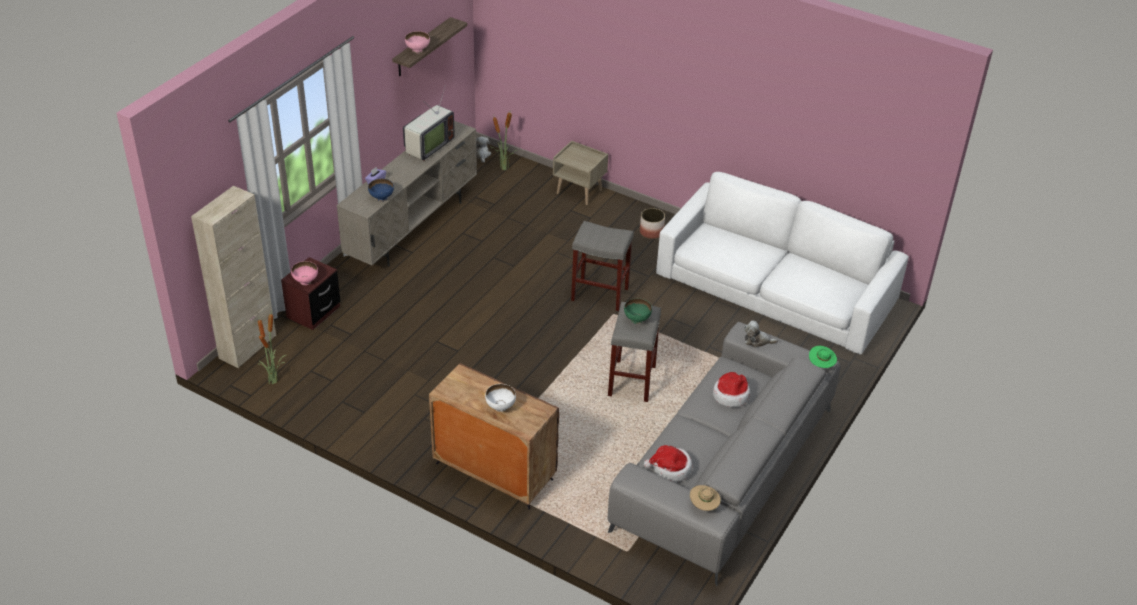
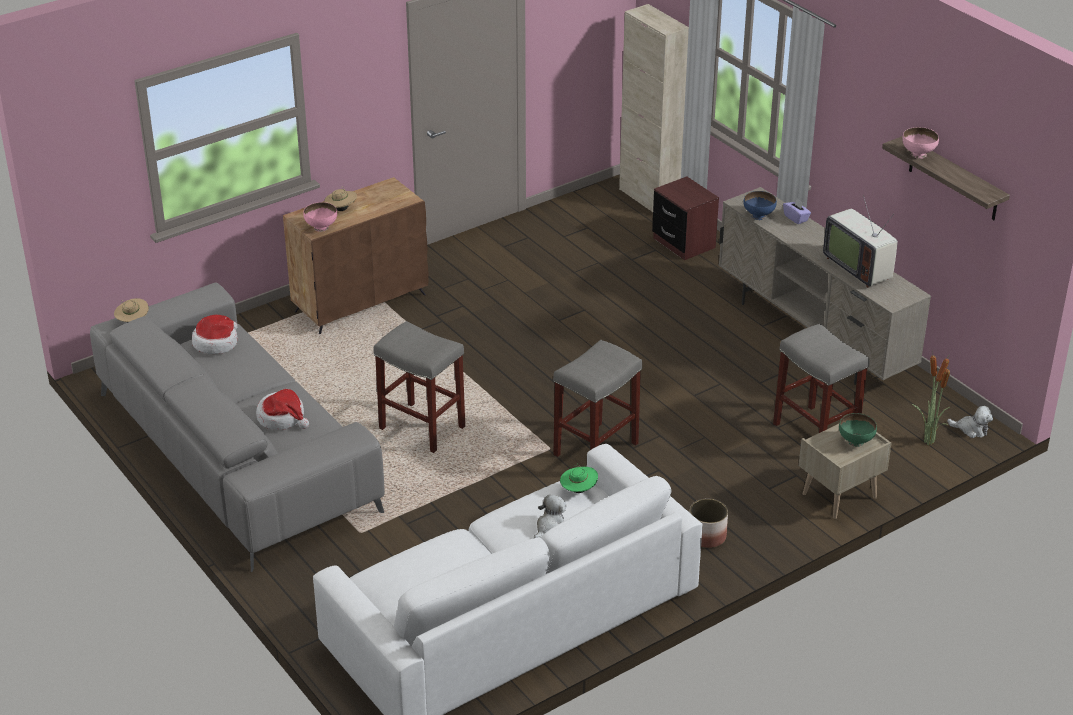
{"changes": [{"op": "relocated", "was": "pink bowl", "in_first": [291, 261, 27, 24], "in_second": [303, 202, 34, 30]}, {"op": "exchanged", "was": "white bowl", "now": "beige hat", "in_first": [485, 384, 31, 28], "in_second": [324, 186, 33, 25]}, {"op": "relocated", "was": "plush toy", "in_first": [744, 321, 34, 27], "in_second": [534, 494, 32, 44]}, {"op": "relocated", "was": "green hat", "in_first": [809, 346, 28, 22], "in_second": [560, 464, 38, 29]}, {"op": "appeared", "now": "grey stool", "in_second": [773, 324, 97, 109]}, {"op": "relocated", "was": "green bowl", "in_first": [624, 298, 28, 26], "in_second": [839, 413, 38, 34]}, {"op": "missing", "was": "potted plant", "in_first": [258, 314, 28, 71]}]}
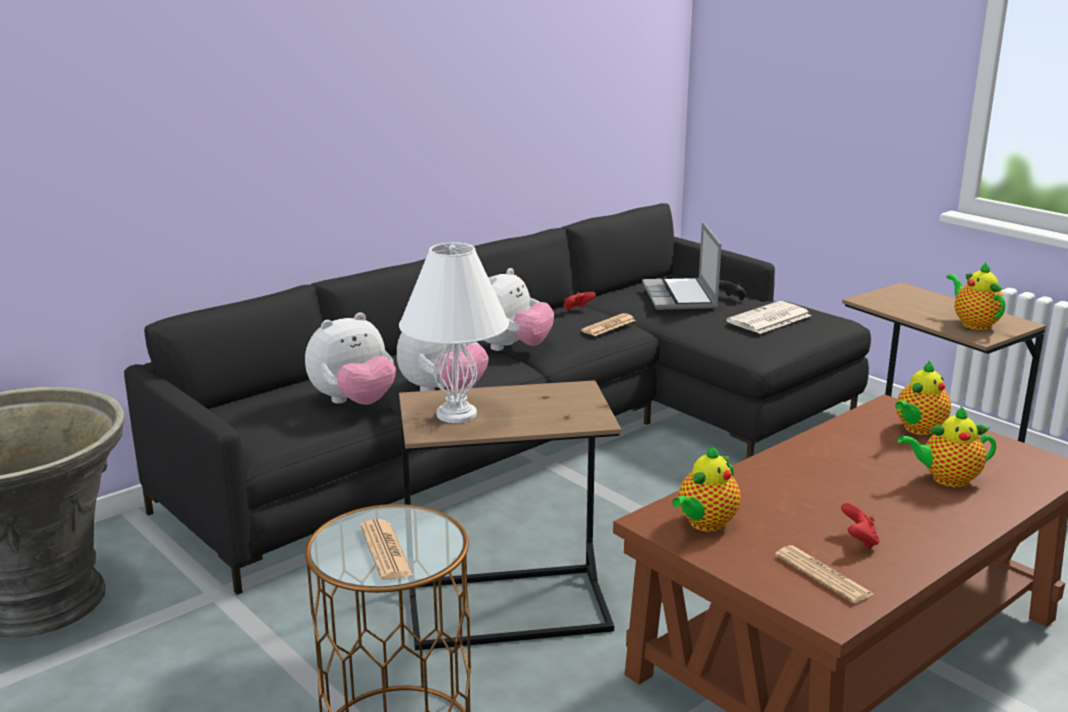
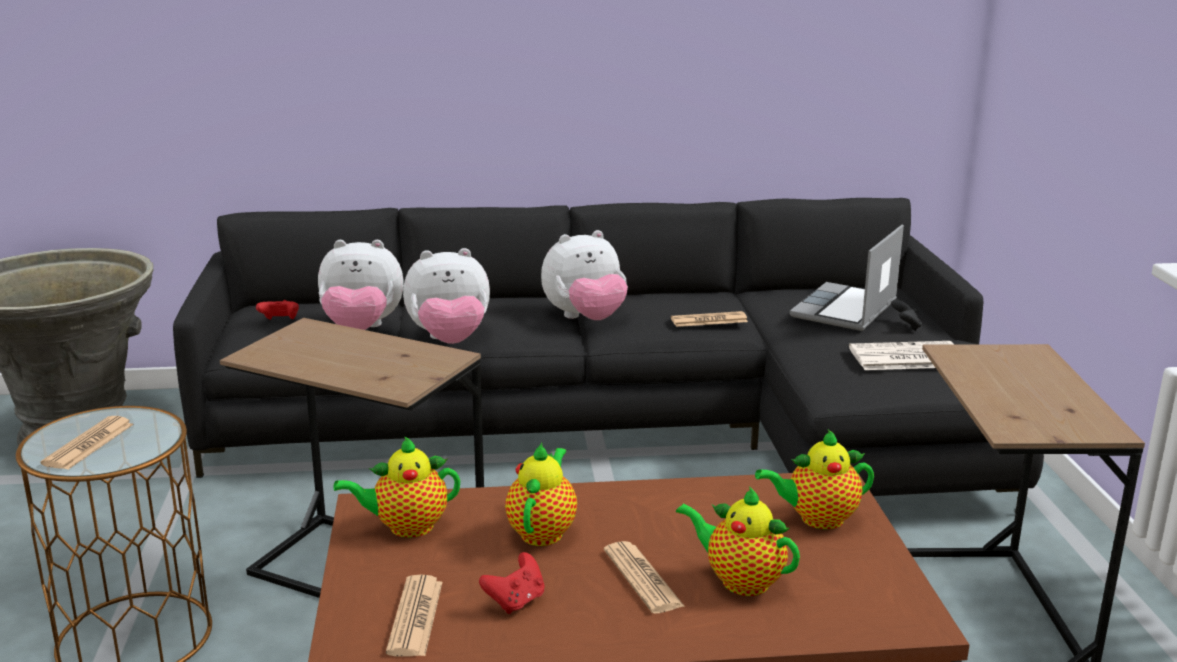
{"changes": [{"op": "relocated", "was": "red game controller", "in_first": [564, 292, 32, 19], "in_second": [256, 300, 43, 20]}, {"op": "relocated", "was": "teapot", "in_first": [947, 261, 58, 69], "in_second": [505, 443, 72, 103]}, {"op": "appeared", "now": "newspaper", "in_second": [604, 541, 81, 73]}, {"op": "missing", "was": "white table lamp", "in_first": [399, 243, 110, 180]}]}
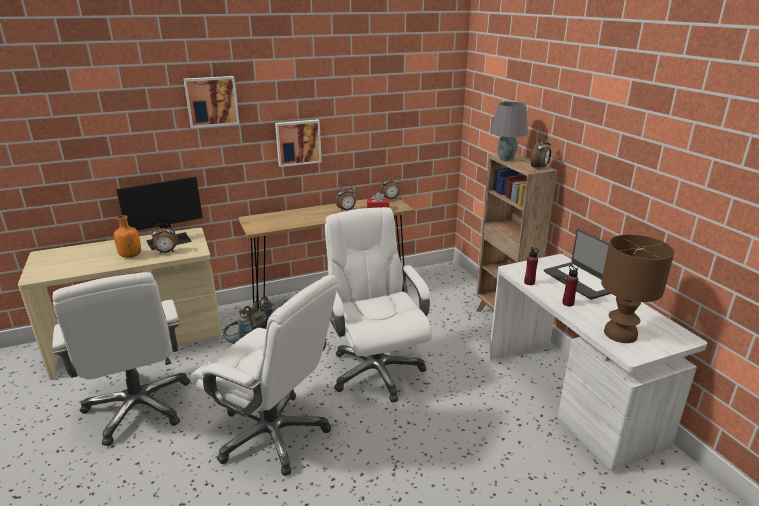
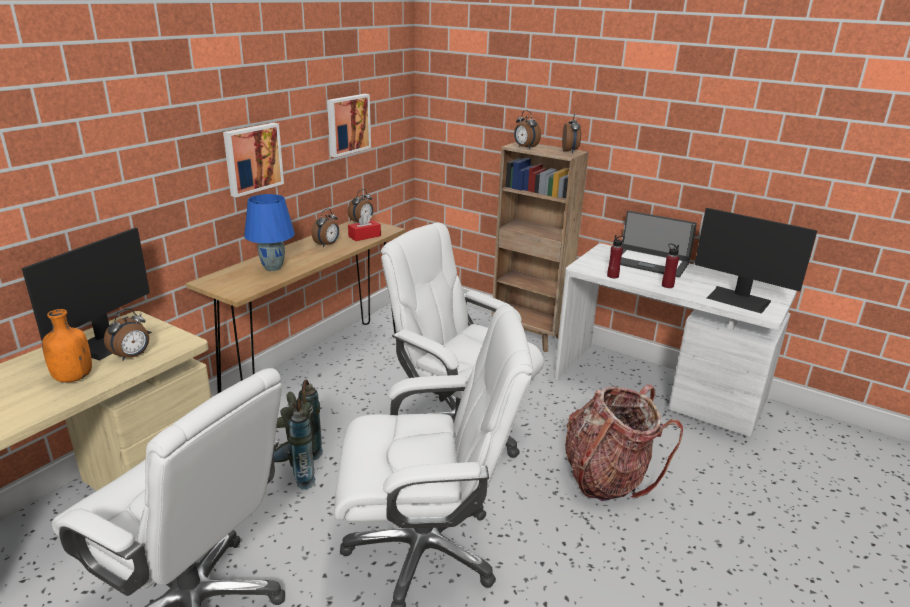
{"changes": [{"op": "appeared", "now": "blue table lamp", "in_second": [244, 194, 51, 77]}, {"op": "relocated", "was": "picture", "in_first": [184, 76, 55, 52], "in_second": [327, 94, 44, 63]}, {"op": "exchanged", "was": "grey table lamp", "now": "alarm clock", "in_first": [490, 102, 38, 59], "in_second": [514, 110, 27, 39]}, {"op": "appeared", "now": "backpack", "in_second": [565, 384, 118, 117]}, {"op": "exchanged", "was": "brown table lamp", "now": "monitor", "in_first": [601, 235, 73, 108], "in_second": [695, 208, 122, 106]}]}
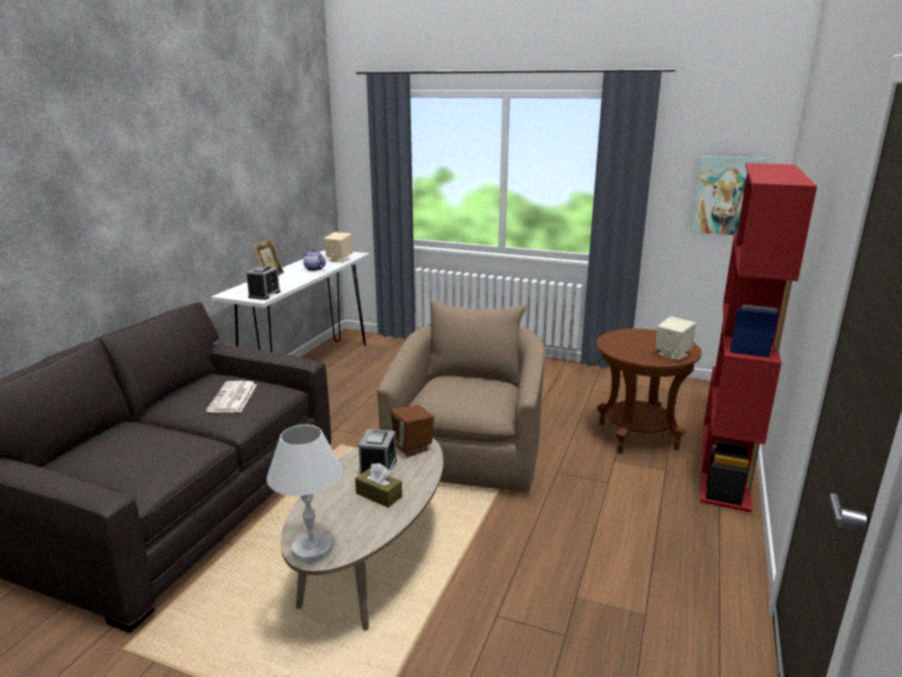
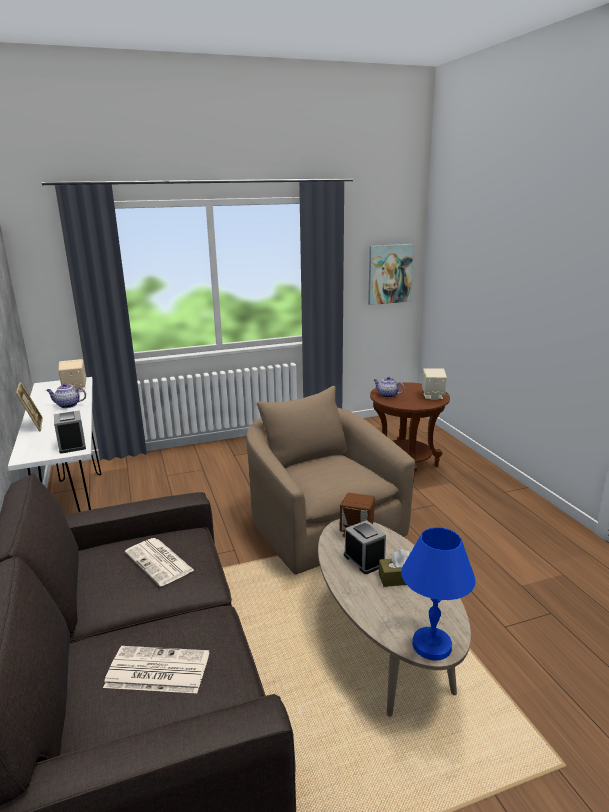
{"changes": [{"op": "appeared", "now": "newspaper", "in_second": [103, 646, 106, 48]}, {"op": "appeared", "now": "teapot", "in_second": [374, 377, 31, 21]}, {"op": "colour", "was": "white table lamp", "now": "blue table lamp", "in_first": [267, 425, 76, 138], "in_second": [401, 527, 74, 134]}, {"op": "missing", "was": "red bookcase", "in_first": [700, 163, 117, 350]}]}
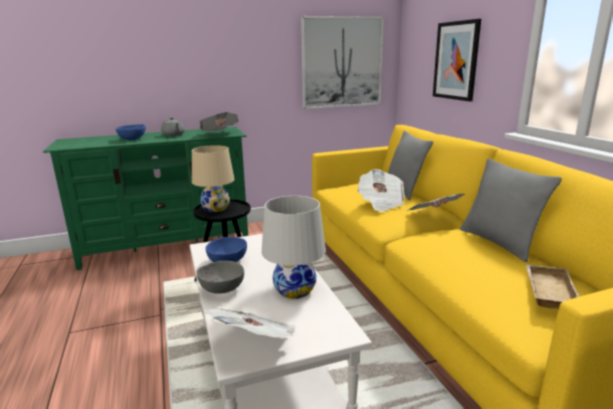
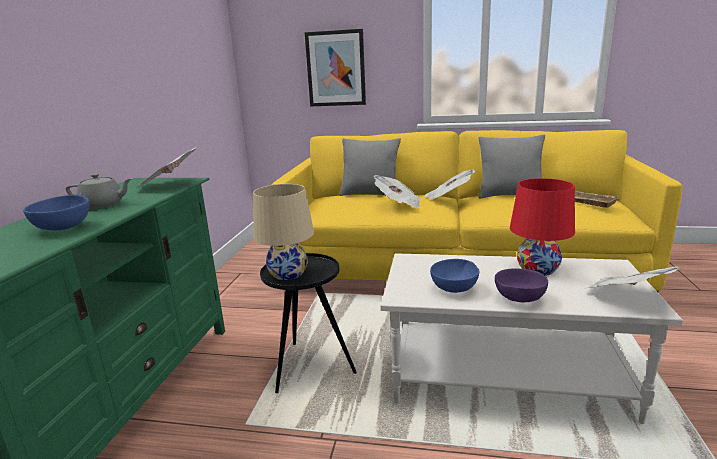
{"changes": [{"op": "colour", "was": "grey bowl", "now": "purple bowl", "in_first": [197, 261, 47, 33], "in_second": [495, 268, 53, 34]}, {"op": "colour", "was": "white table lamp", "now": "red table lamp", "in_first": [262, 196, 64, 103], "in_second": [510, 178, 65, 98]}, {"op": "missing", "was": "picture", "in_first": [301, 16, 83, 93]}]}
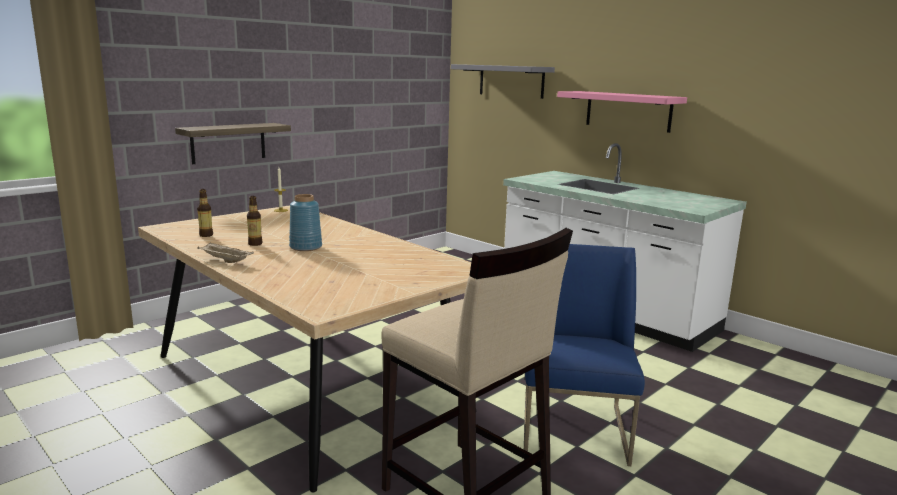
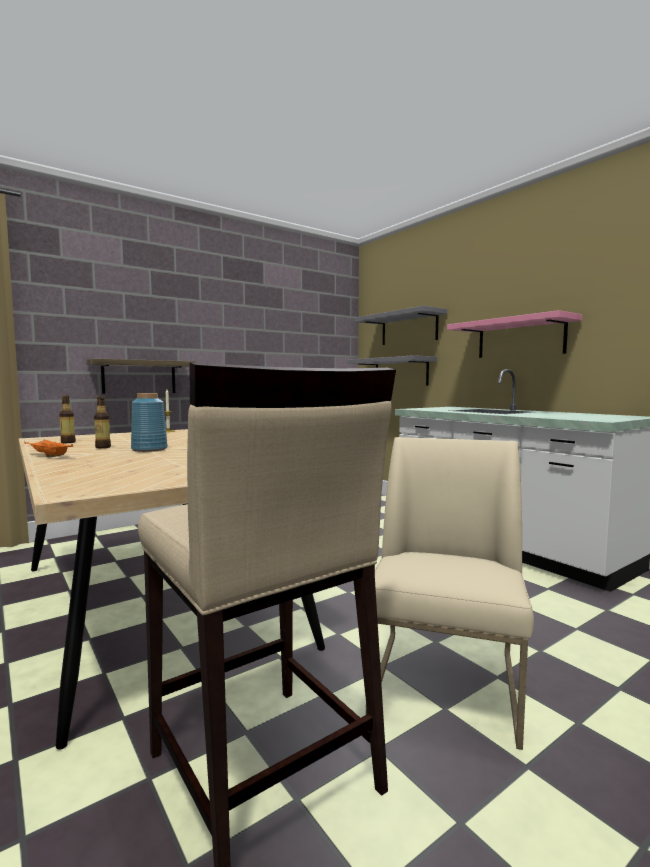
{"changes": [{"op": "colour", "was": "beige tray", "now": "orange tray", "in_first": [197, 243, 57, 20], "in_second": [24, 439, 49, 18]}, {"op": "appeared", "now": "grey shelf", "in_second": [348, 355, 89, 30]}, {"op": "colour", "was": "blue chair", "now": "beige chair", "in_first": [524, 244, 121, 222], "in_second": [366, 437, 168, 313]}]}
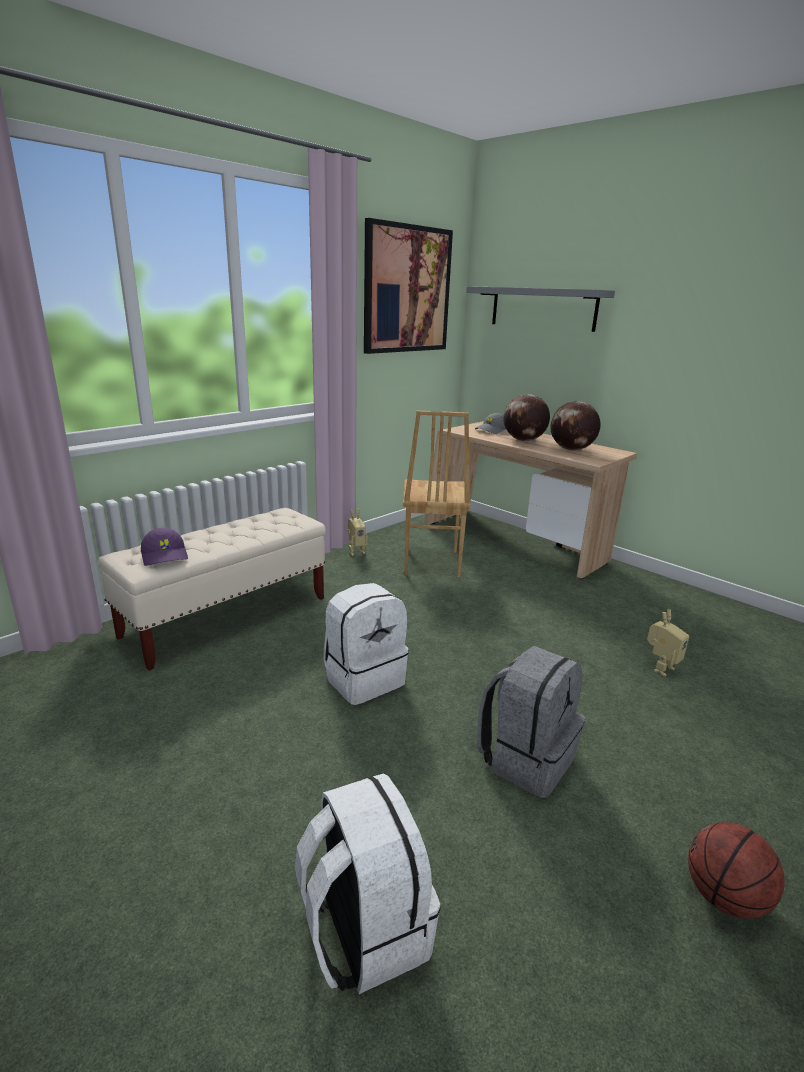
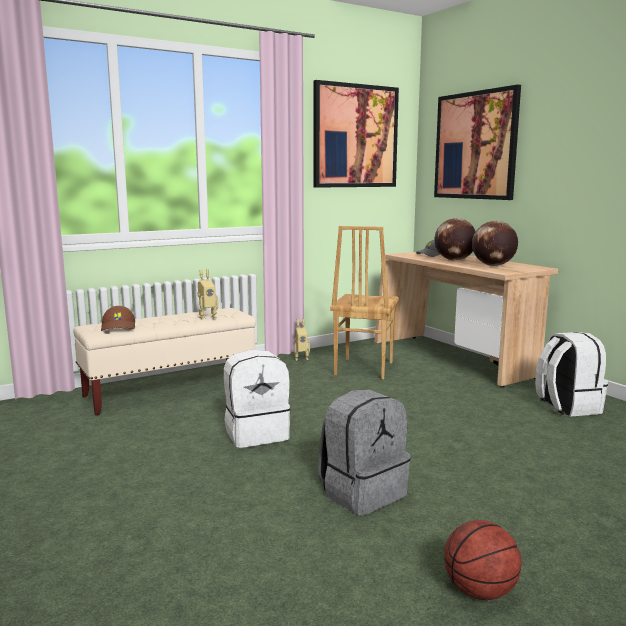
{"changes": [{"op": "colour", "was": "purple cap", "now": "brown cap", "in_first": [141, 528, 47, 38], "in_second": [101, 306, 34, 25]}, {"op": "relocated", "was": "toy robot", "in_first": [647, 609, 42, 67], "in_second": [197, 269, 21, 50]}, {"op": "exchanged", "was": "grey shelf", "now": "picture", "in_first": [466, 286, 149, 46], "in_second": [434, 85, 87, 115]}, {"op": "relocated", "was": "white backpack", "in_first": [295, 773, 145, 221], "in_second": [535, 332, 73, 84]}]}
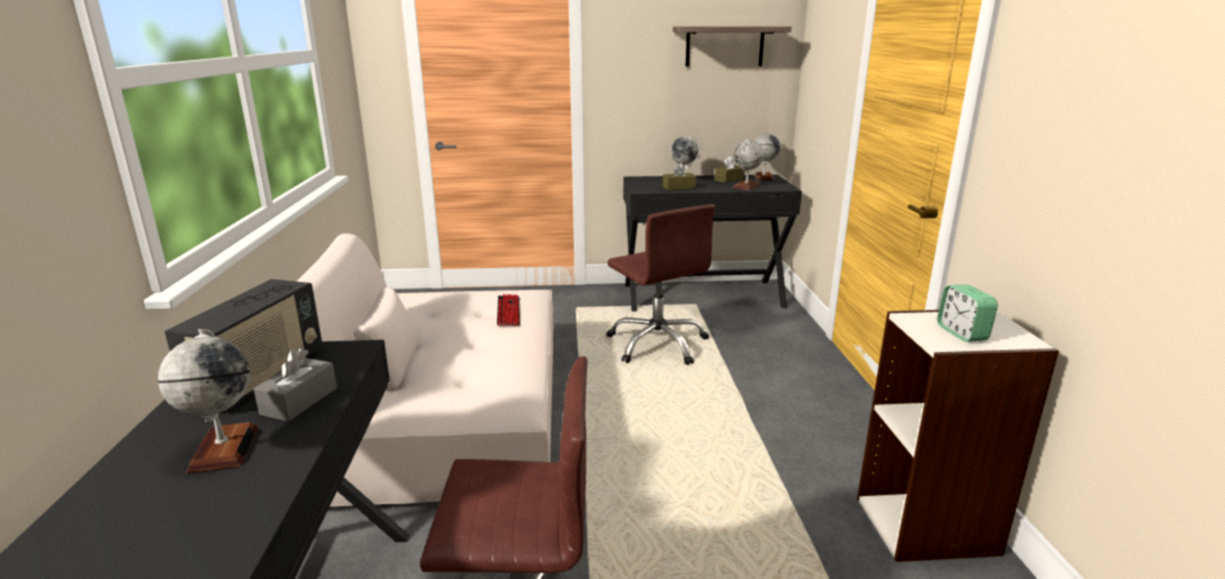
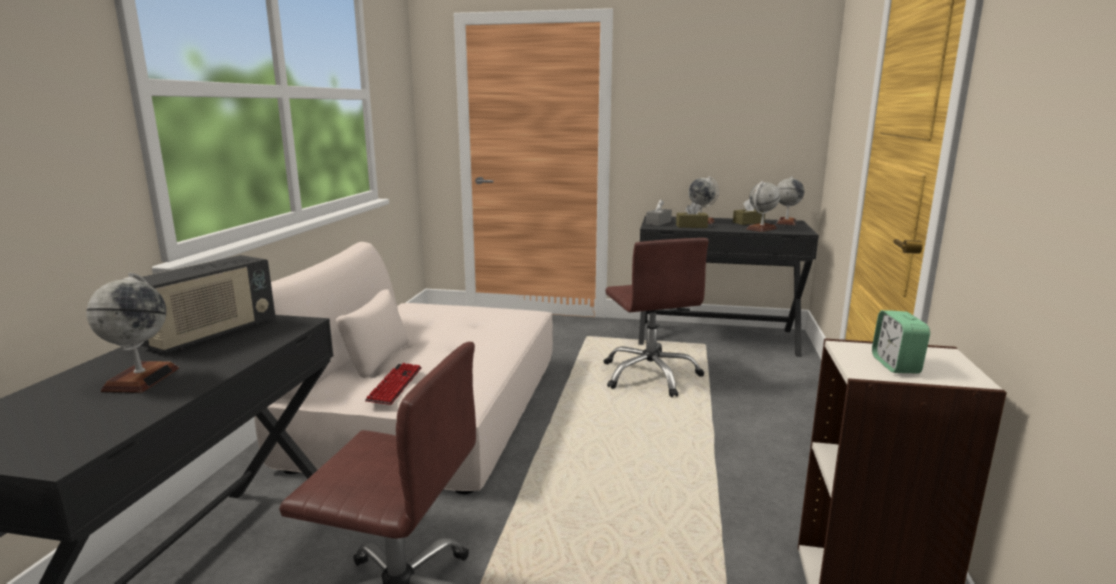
{"changes": [{"op": "relocated", "was": "keyboard", "in_first": [497, 294, 23, 32], "in_second": [365, 363, 57, 42]}, {"op": "relocated", "was": "grey tissue box", "in_first": [254, 348, 83, 74], "in_second": [646, 199, 26, 27]}, {"op": "missing", "was": "shelf", "in_first": [673, 26, 119, 41]}]}
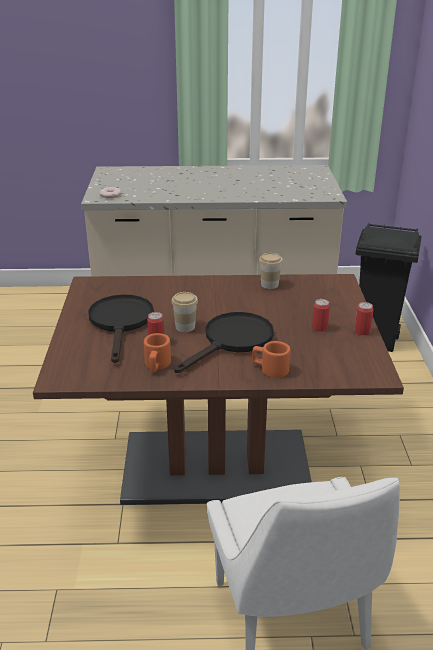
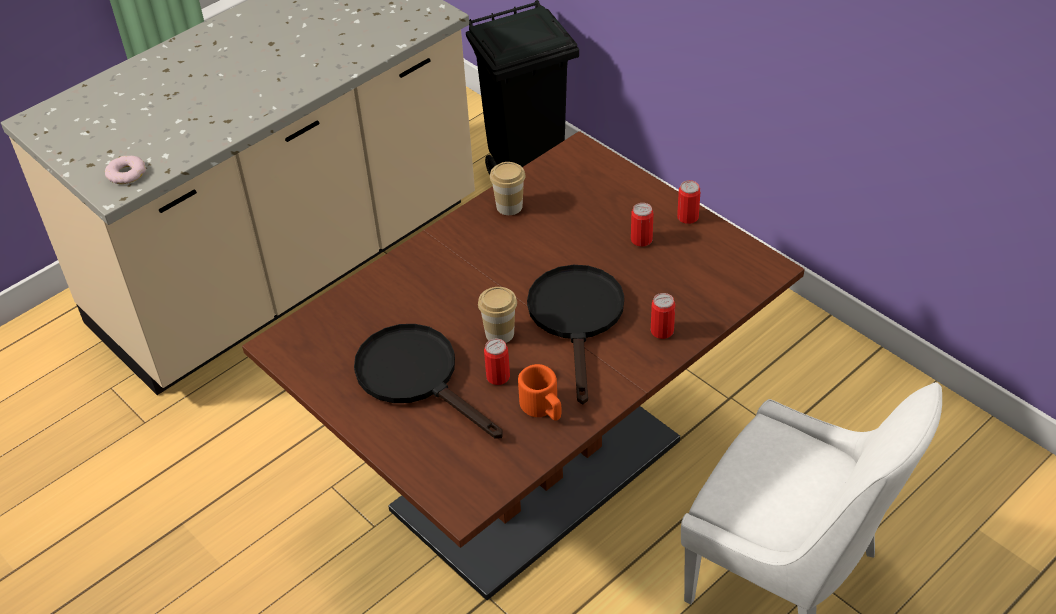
{"changes": [{"op": "exchanged", "was": "orange mug", "now": "can", "in_first": [252, 341, 38, 37], "in_second": [651, 293, 24, 46]}]}
